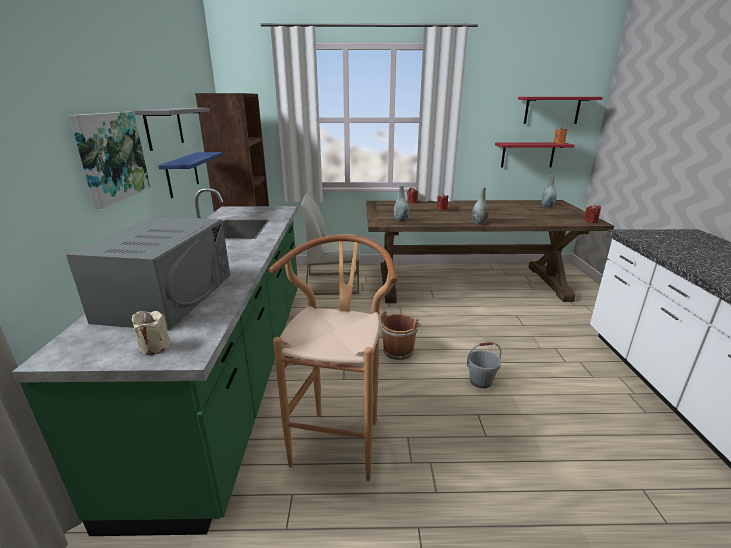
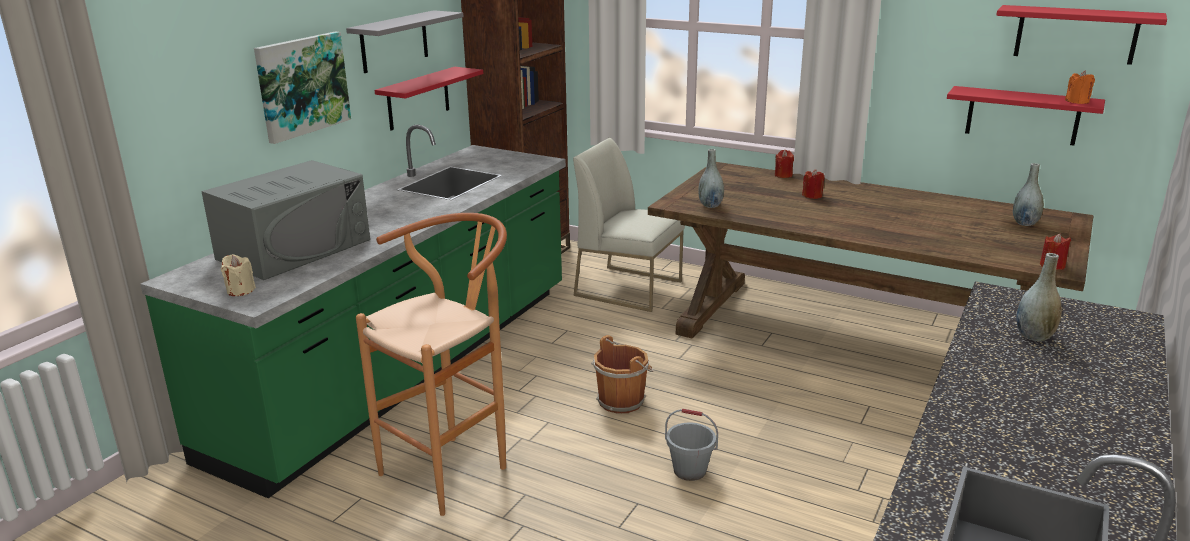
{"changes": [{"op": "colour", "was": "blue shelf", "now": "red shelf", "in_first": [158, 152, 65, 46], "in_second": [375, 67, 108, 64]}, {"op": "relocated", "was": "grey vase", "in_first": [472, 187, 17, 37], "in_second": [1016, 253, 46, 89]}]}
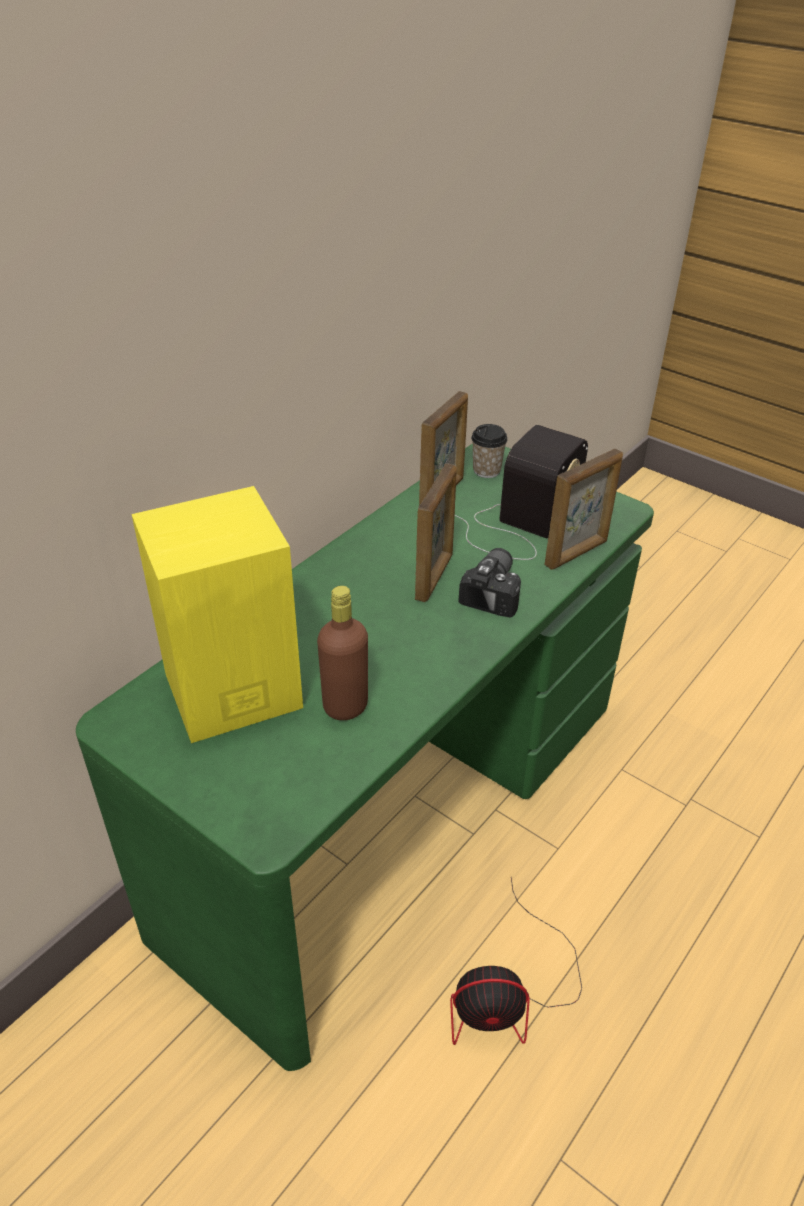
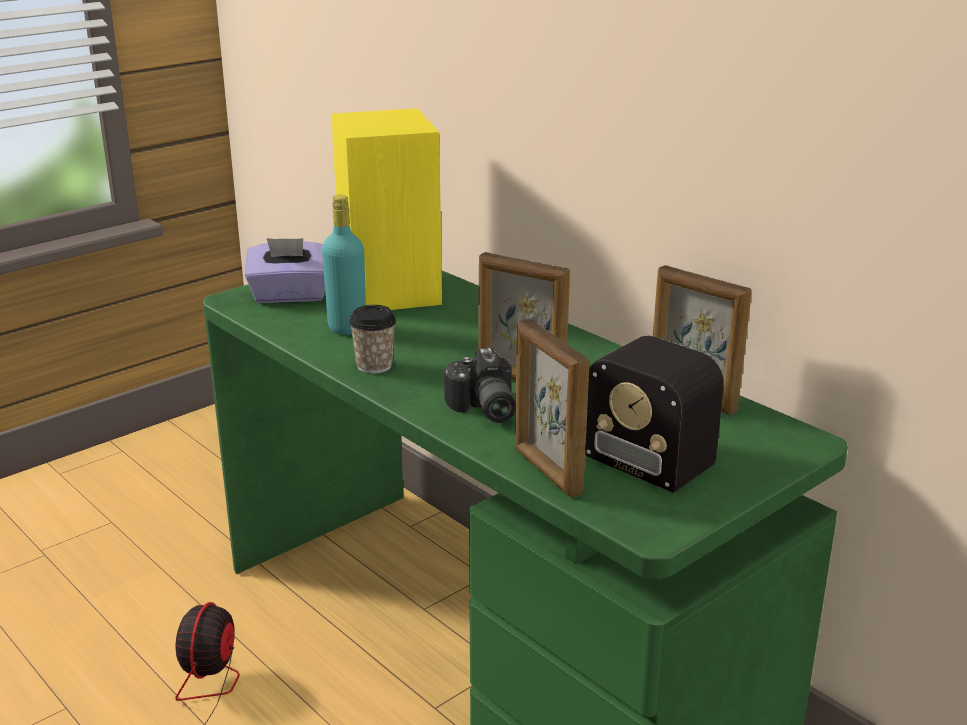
{"changes": [{"op": "appeared", "now": "purple tissue box", "in_second": [245, 238, 80, 65]}, {"op": "colour", "was": "brown bottle", "now": "turquoise bottle", "in_first": [317, 586, 51, 134], "in_second": [322, 195, 44, 140]}, {"op": "relocated", "was": "cup", "in_first": [471, 424, 37, 54], "in_second": [349, 305, 47, 69]}, {"op": "spun", "was": "photo camera", "in_first": [458, 548, 63, 69], "in_second": [444, 348, 71, 75], "clockwise": 45}]}
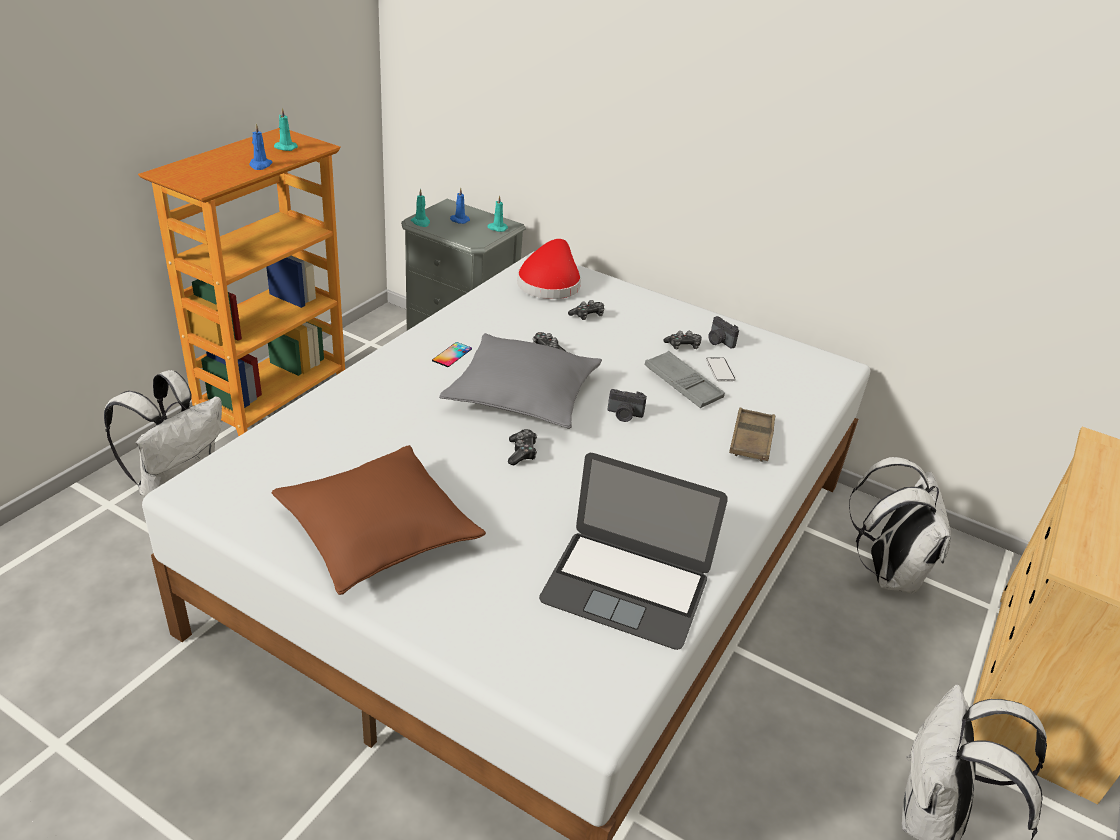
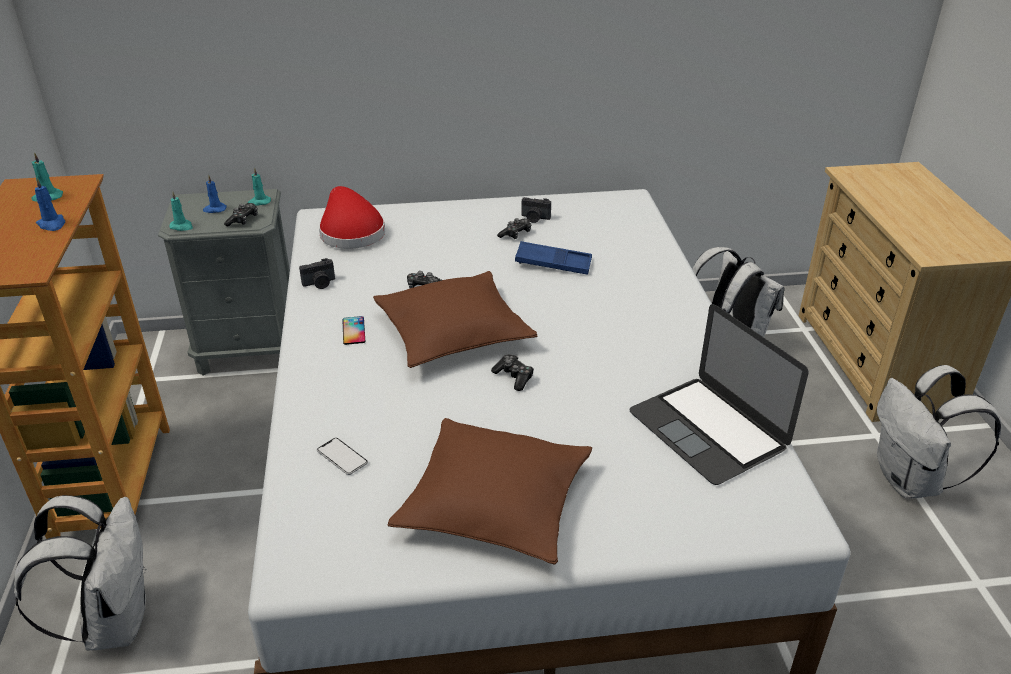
{"changes": [{"op": "relocated", "was": "game controller", "in_first": [568, 300, 36, 20], "in_second": [224, 203, 34, 23]}, {"op": "relocated", "was": "photo camera", "in_first": [607, 389, 40, 33], "in_second": [299, 258, 36, 31]}, {"op": "relocated", "was": "phone", "in_first": [706, 357, 30, 24], "in_second": [317, 438, 51, 37]}, {"op": "colour", "was": "grey pillow", "now": "brown pillow", "in_first": [439, 333, 163, 96], "in_second": [373, 271, 164, 97]}, {"op": "colour", "was": "grey tray", "now": "blue tray", "in_first": [645, 351, 80, 57], "in_second": [515, 241, 77, 34]}, {"op": "spun", "was": "laptop", "in_first": [539, 453, 189, 197], "in_second": [629, 304, 180, 181], "clockwise": 75}, {"op": "missing", "was": "brown tray", "in_first": [729, 408, 46, 54]}]}
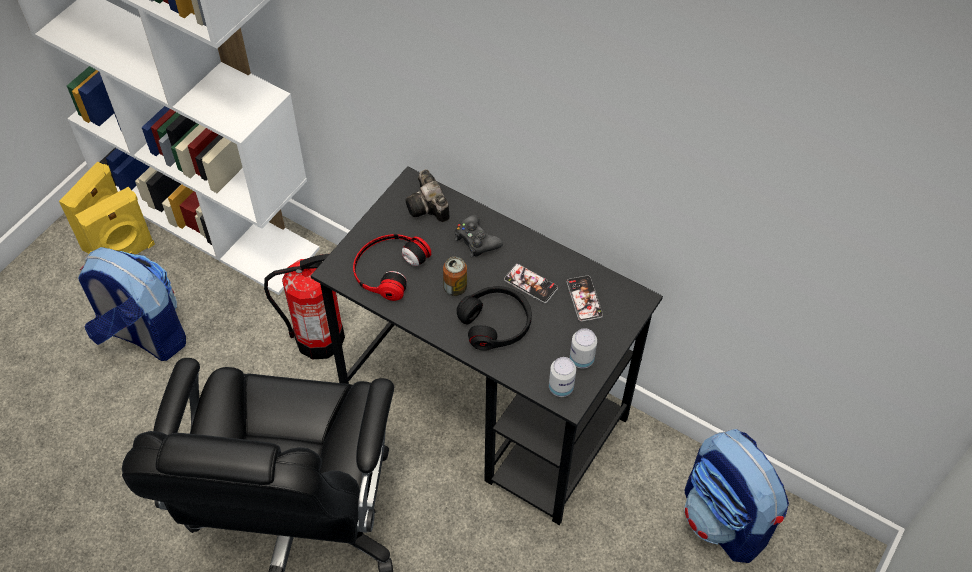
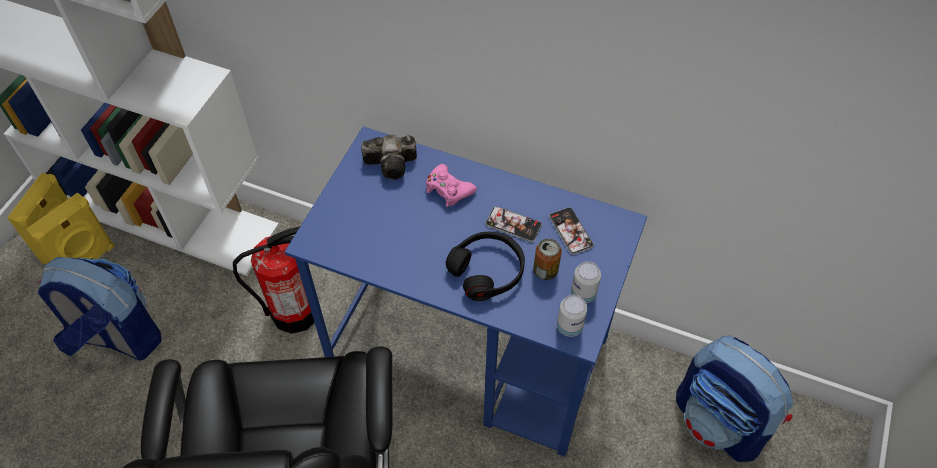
{"changes": [{"op": "colour", "was": "black desk", "now": "blue desk", "in_first": [311, 166, 352, 359], "in_second": [285, 126, 362, 331]}, {"op": "spun", "was": "photo camera", "in_first": [406, 169, 44, 53], "in_second": [361, 135, 56, 45], "clockwise": -60}, {"op": "colour", "was": "black game controller", "now": "pink game controller", "in_first": [455, 215, 48, 42], "in_second": [426, 164, 51, 43]}, {"op": "relocated", "was": "can", "in_first": [443, 257, 24, 39], "in_second": [533, 238, 29, 42]}, {"op": "missing", "was": "headphones", "in_first": [353, 234, 78, 67]}]}
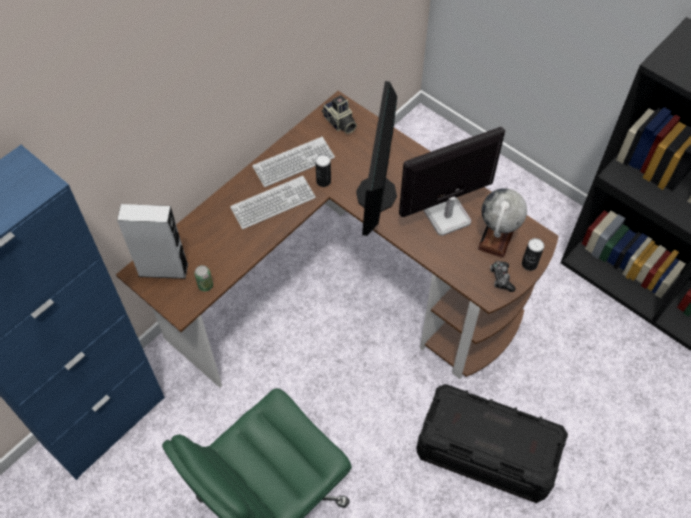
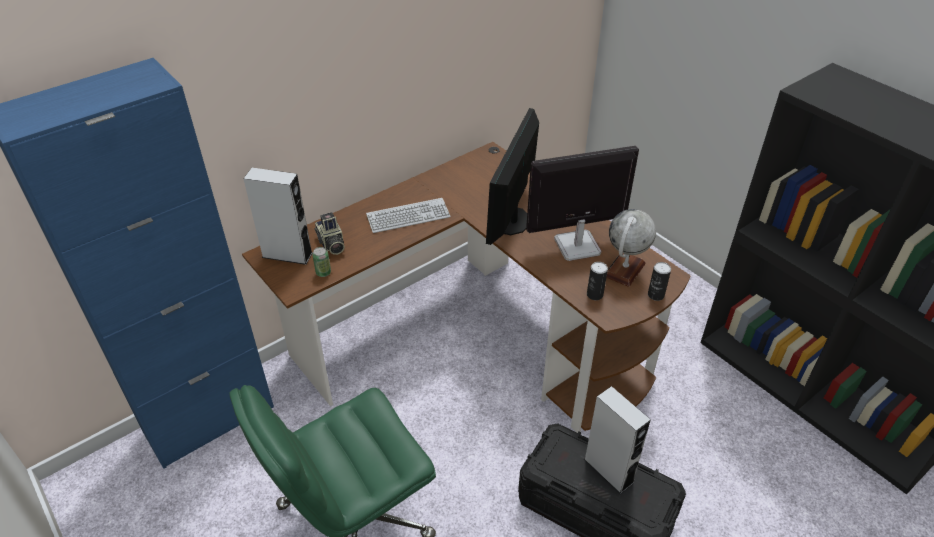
{"changes": [{"op": "relocated", "was": "photo camera", "in_first": [322, 95, 35, 39], "in_second": [314, 212, 31, 43]}, {"op": "appeared", "now": "grey speaker", "in_second": [584, 386, 67, 108]}, {"op": "relocated", "was": "can", "in_first": [315, 154, 16, 33], "in_second": [587, 262, 21, 38]}, {"op": "missing", "was": "keyboard", "in_first": [252, 137, 83, 50]}, {"op": "missing", "was": "game controller", "in_first": [490, 261, 25, 31]}]}
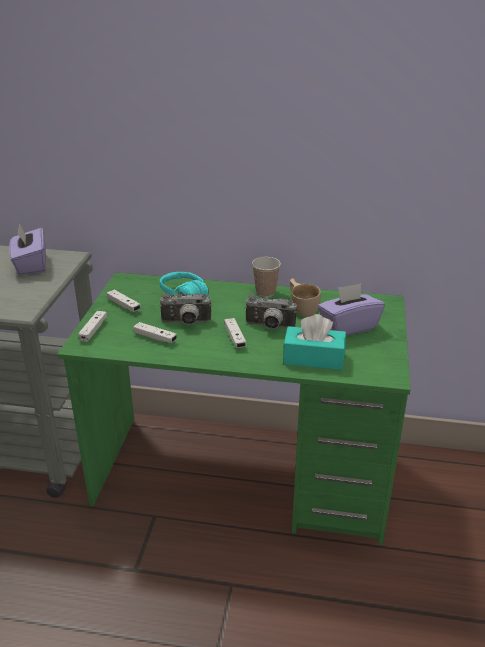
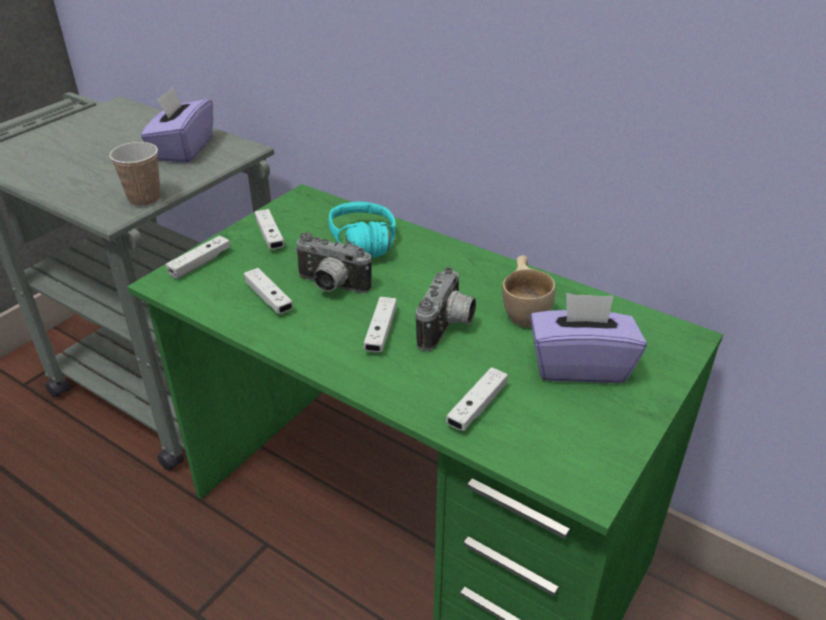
{"changes": [{"op": "relocated", "was": "cup", "in_first": [252, 257, 29, 40], "in_second": [109, 142, 52, 65]}, {"op": "spun", "was": "photo camera", "in_first": [245, 295, 52, 34], "in_second": [416, 267, 60, 84], "clockwise": -105}, {"op": "exchanged", "was": "turquoise tissue box", "now": "white game controller", "in_first": [283, 314, 63, 56], "in_second": [446, 367, 62, 64]}]}
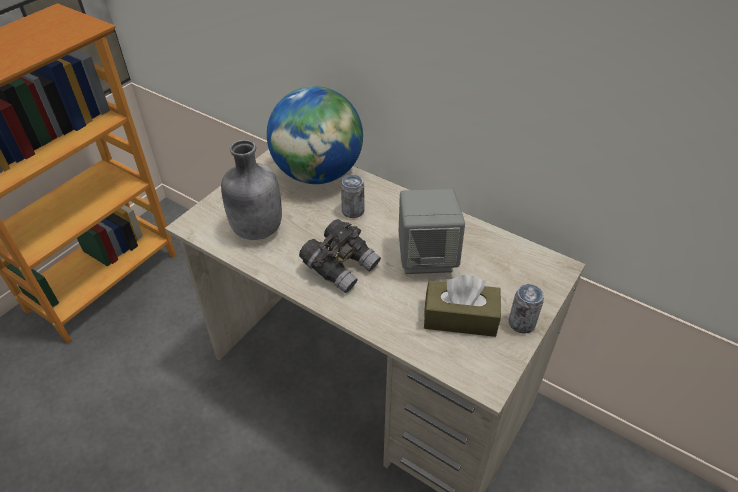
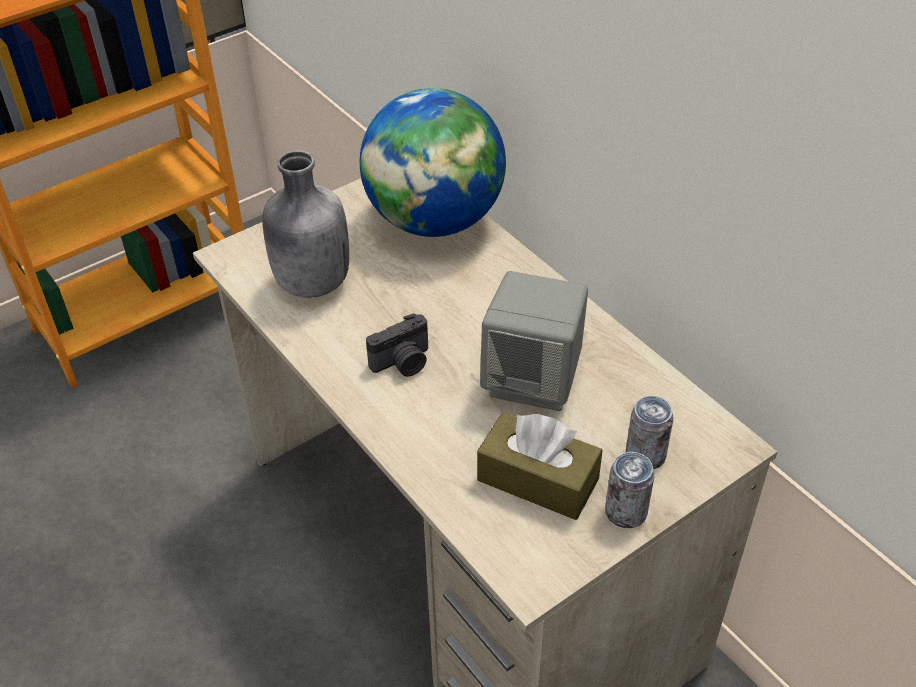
{"changes": [{"op": "exchanged", "was": "grey binoculars", "now": "photo camera", "in_first": [299, 219, 82, 74], "in_second": [366, 313, 62, 64]}, {"op": "relocated", "was": "can", "in_first": [341, 174, 23, 44], "in_second": [626, 396, 48, 73]}]}
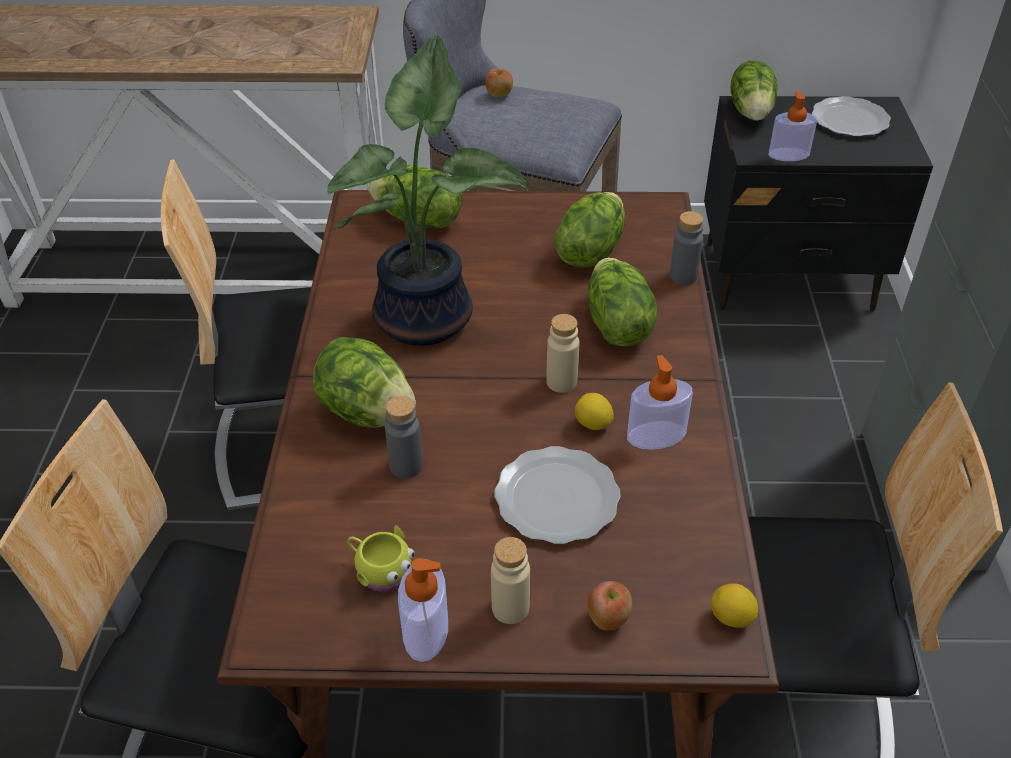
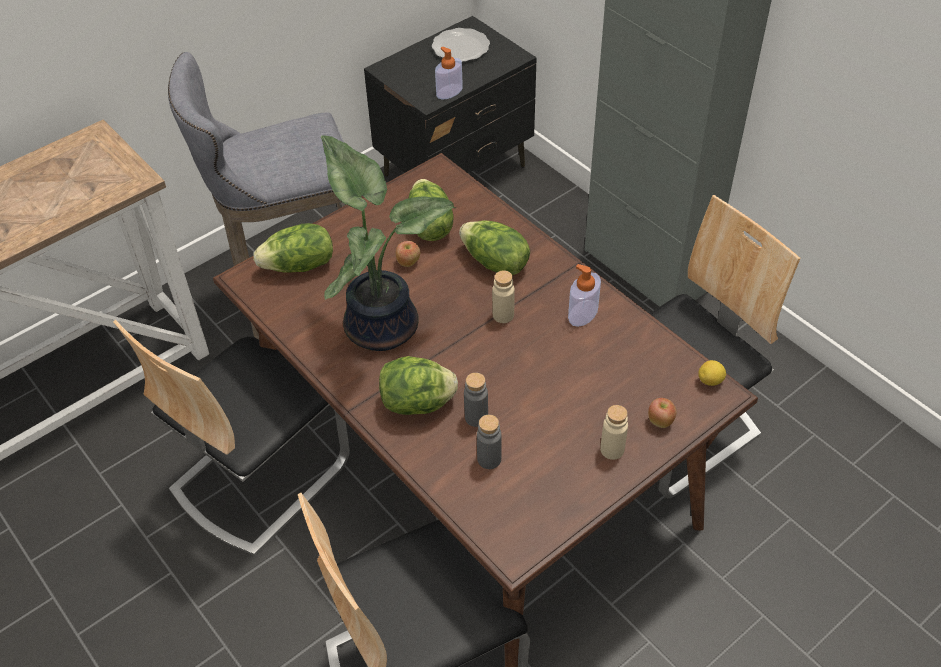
{"changes": [{"op": "relocated", "was": "apple", "in_first": [485, 68, 28, 30], "in_second": [396, 241, 24, 26]}, {"op": "relocated", "was": "grey bottle", "in_first": [670, 211, 33, 74], "in_second": [477, 415, 25, 54]}, {"op": "missing", "was": "yellow mug", "in_first": [348, 525, 67, 66]}, {"op": "missing", "was": "soap dispenser", "in_first": [398, 558, 50, 104]}, {"op": "missing", "was": "plate", "in_first": [494, 446, 127, 98]}, {"op": "missing", "was": "lemon", "in_first": [575, 393, 39, 37]}, {"op": "missing", "was": "lettuce", "in_first": [731, 60, 46, 61]}]}
